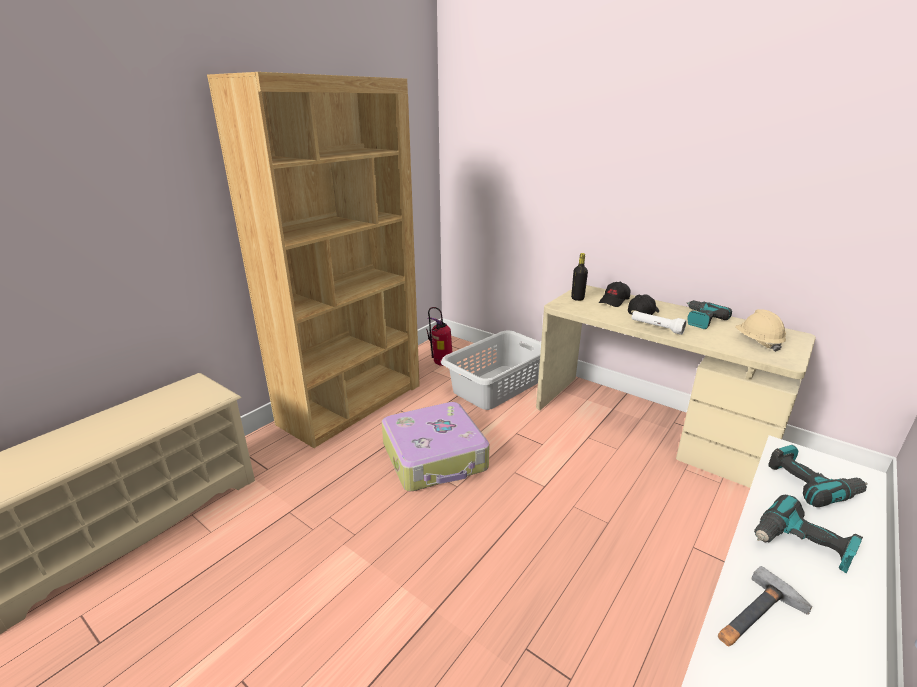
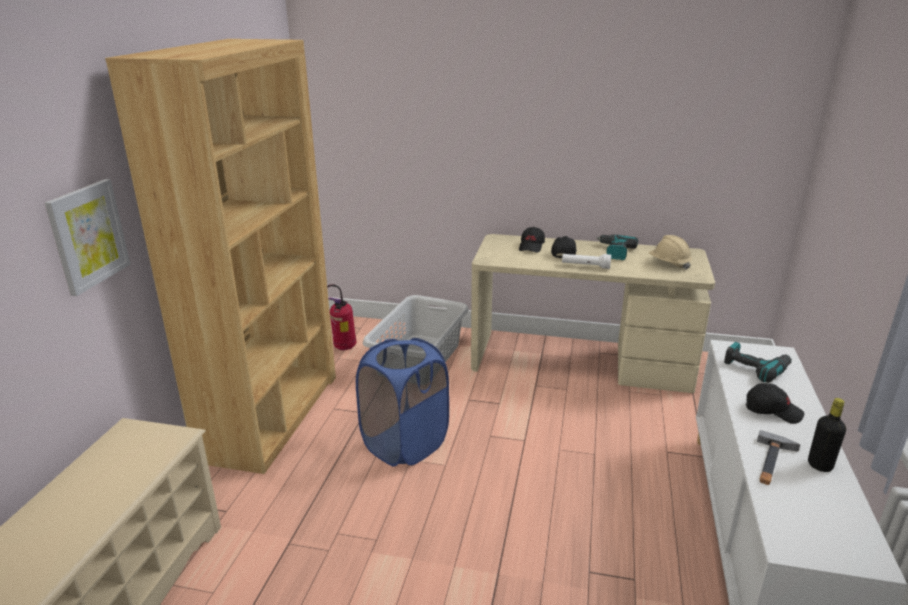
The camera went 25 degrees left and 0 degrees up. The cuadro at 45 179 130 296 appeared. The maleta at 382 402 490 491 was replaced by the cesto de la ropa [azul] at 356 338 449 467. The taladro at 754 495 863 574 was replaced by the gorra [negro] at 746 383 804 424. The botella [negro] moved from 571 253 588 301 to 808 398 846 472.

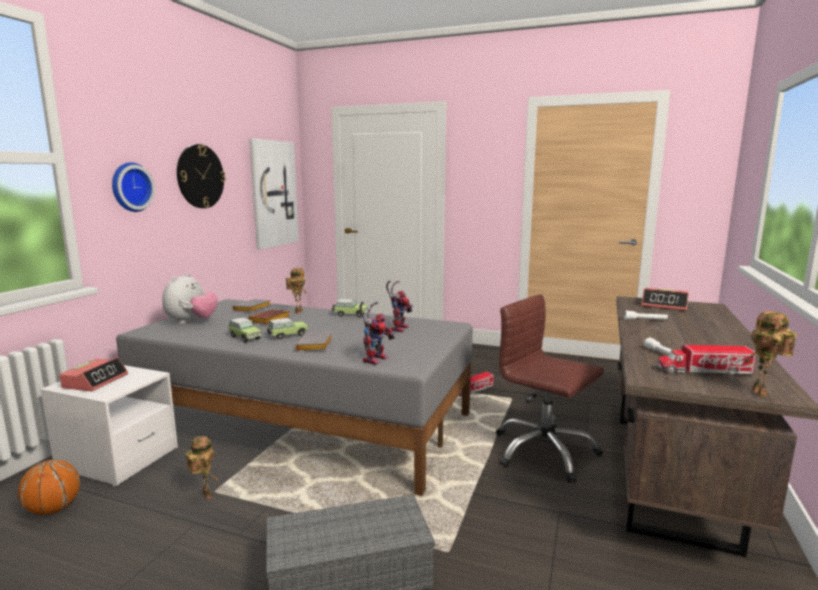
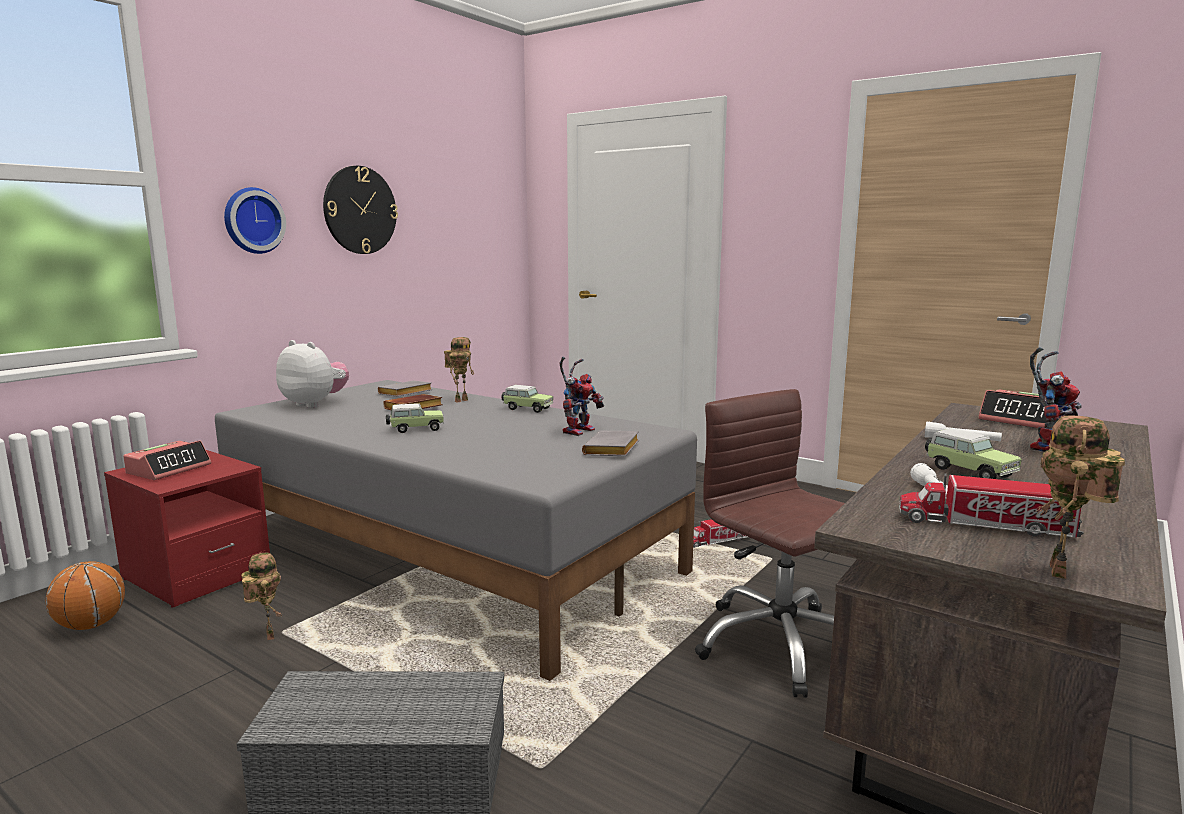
The camera went 15 degrees right and 0 degrees up. The mesita de noche [blanco] at 40 365 178 486 became the mesita de noche [rojo] at 104 450 270 608. The peluche at 162 273 218 324 turned 90 degrees counterclockwise. The libro [gris] moved from 295 331 333 351 to 582 430 639 456. The coche de juguete moved from 228 318 262 343 to 925 428 1022 479. The robot de juguete moved from 359 302 395 365 to 1030 347 1082 452. The cuadro at 249 138 299 250 disappeared.

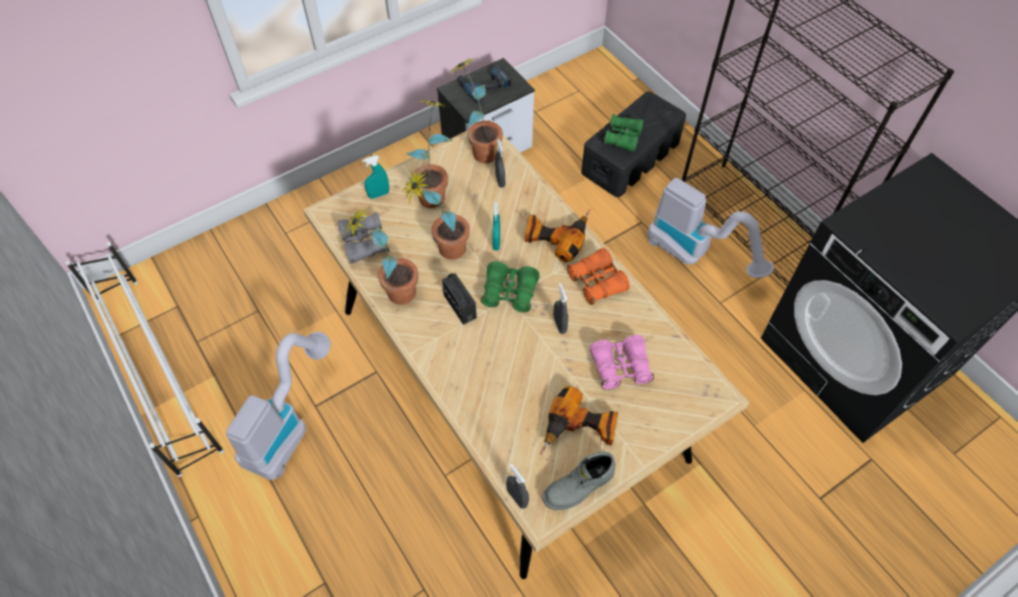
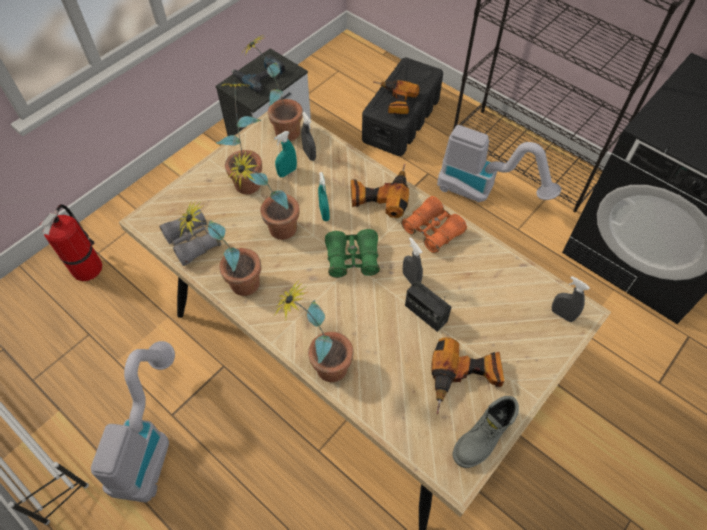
The camera went 15 degrees left and 0 degrees up. The extintor at 40 204 102 281 appeared. The pulverizador [turquesa] moved from 362 155 389 199 to 274 131 297 177. The planta en maceta at 274 280 354 382 appeared. The prismáticos [verde] at 604 114 644 152 was replaced by the taladro at 373 80 420 114. The radio moved from 442 273 477 325 to 405 280 451 332. The pulverizador [gris] moved from 506 464 529 509 to 552 276 590 322. The prismáticos [rosa] at 590 335 654 390 disappeared.

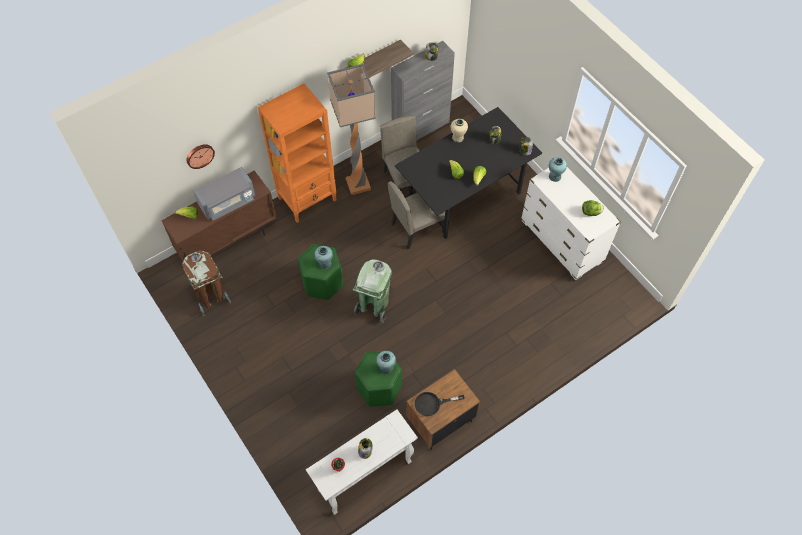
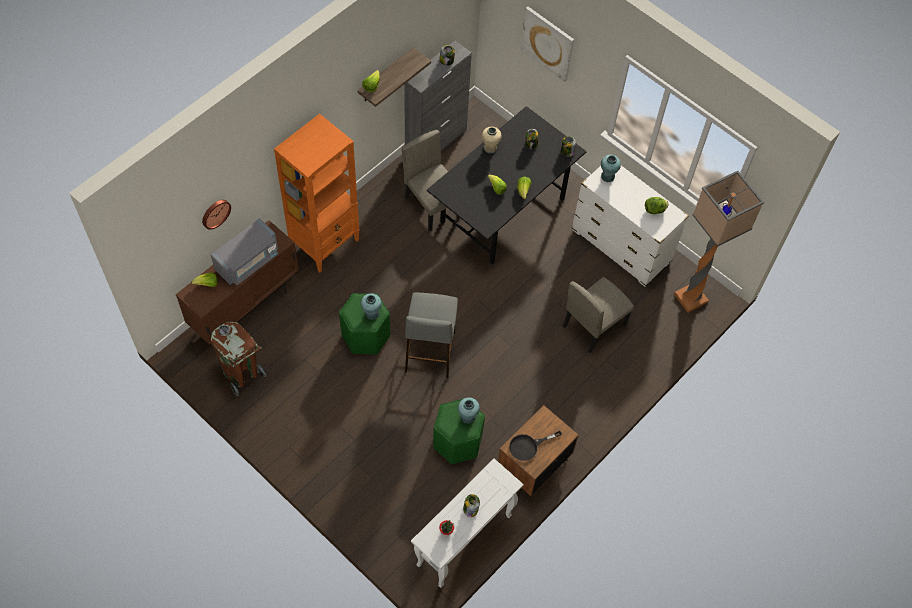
The camera went 15 degrees left and 0 degrees up. The papelera [verde] at 353 259 392 323 was replaced by the taburete [gris] at 405 292 458 378. The cuadro at 521 6 574 82 appeared. The silla [beis] moved from 388 181 445 249 to 563 277 634 353. The lámpara de pie moved from 327 64 376 195 to 674 171 764 313.

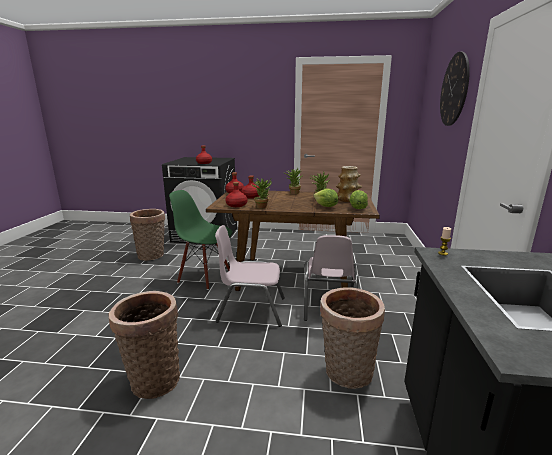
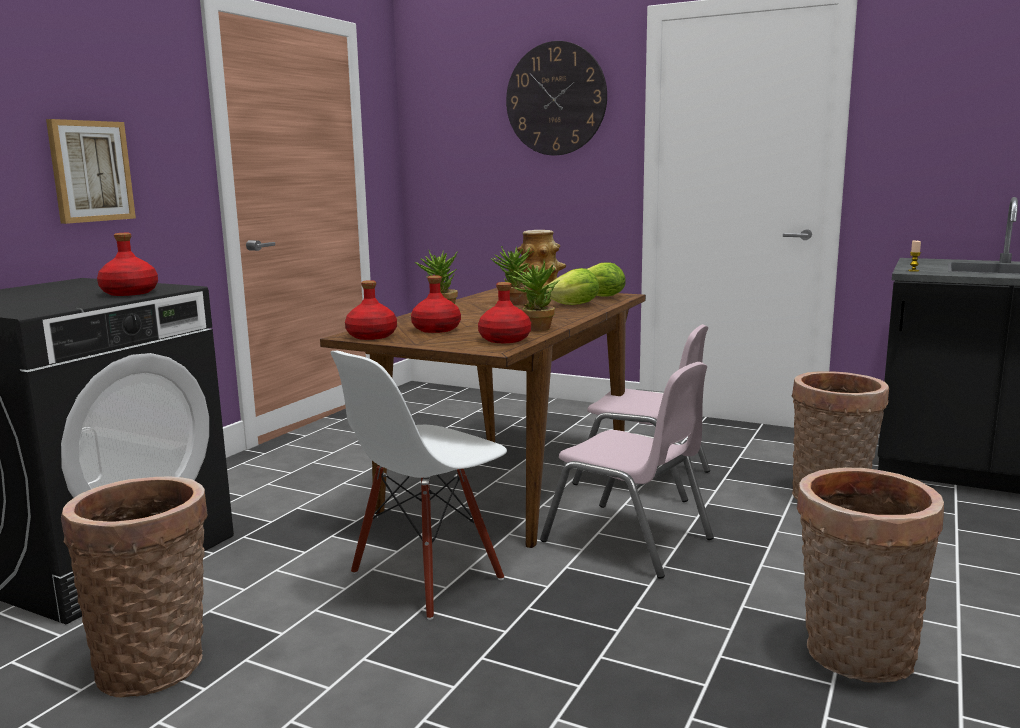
The camera went 70 degrees left and 5 degrees down. The cuadro at 46 119 136 224 appeared. The silla [verde] at 169 190 232 290 became the silla [blanco] at 331 351 507 620. The silla [rosa] at 215 225 285 327 turned 75 degrees counterclockwise.

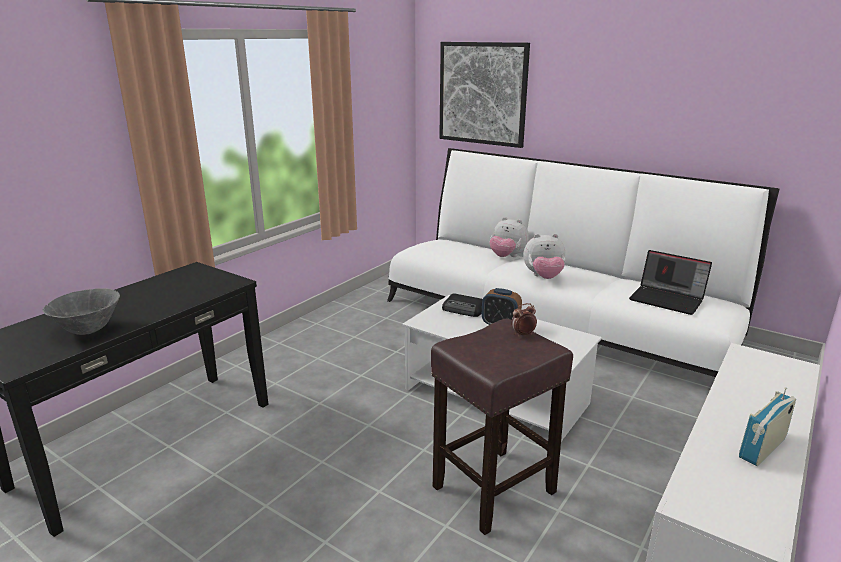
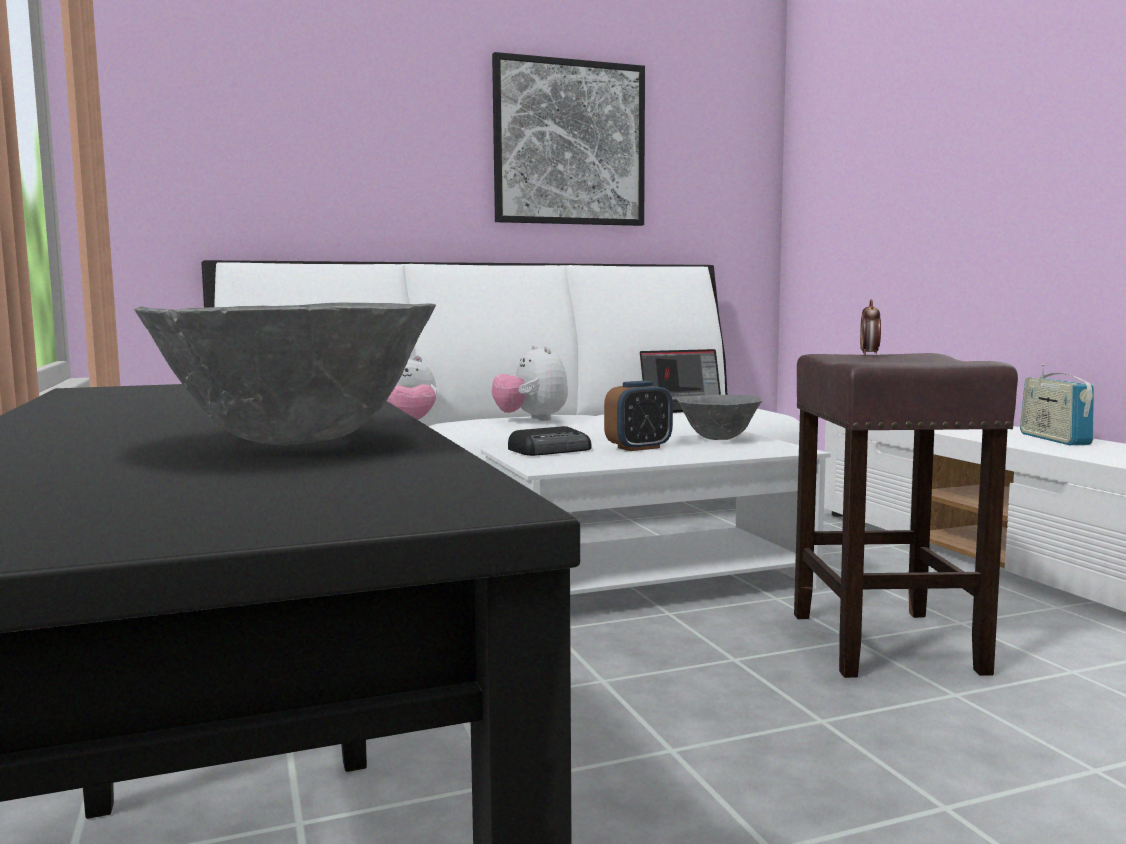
The camera went 55 degrees left and 15 degrees down. The cuadro moved from 439 42 530 148 to 492 52 645 226. The peluche at 524 234 566 279 turned 120 degrees clockwise. The cuenco [gris] at 677 395 763 440 appeared.

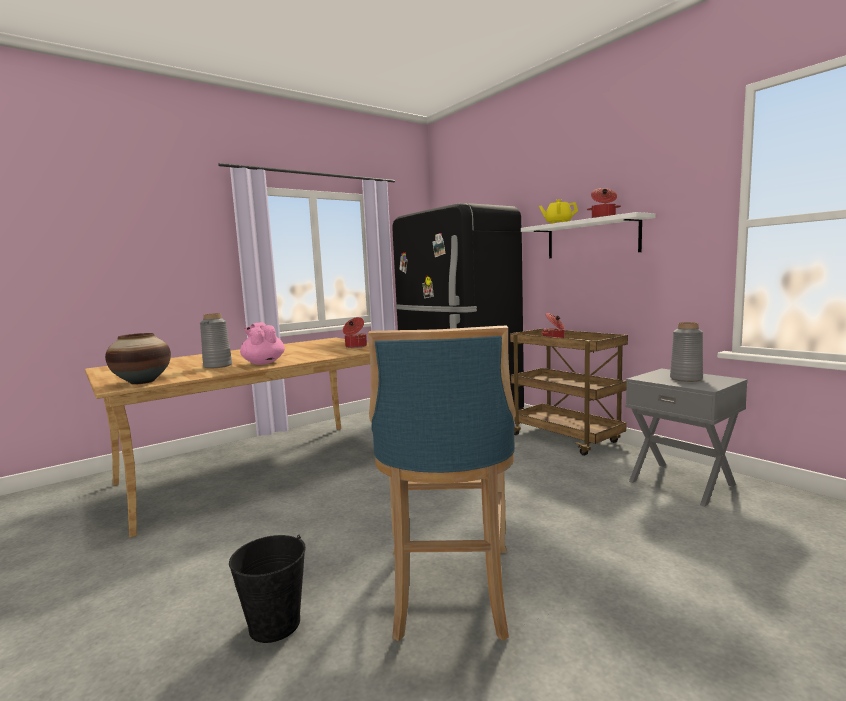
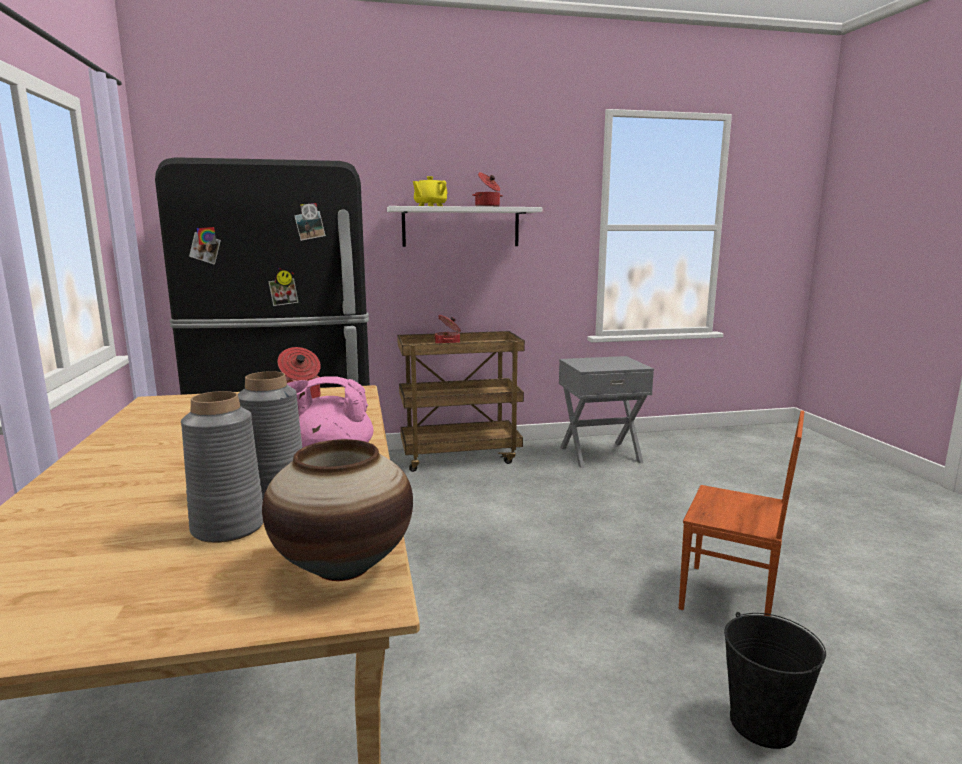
The camera went 65 degrees left and 5 degrees up. The florero [gris] moved from 670 322 703 382 to 181 391 263 543. The taburete [azul] at 368 326 516 641 was replaced by the silla [marrón] at 679 410 804 616.

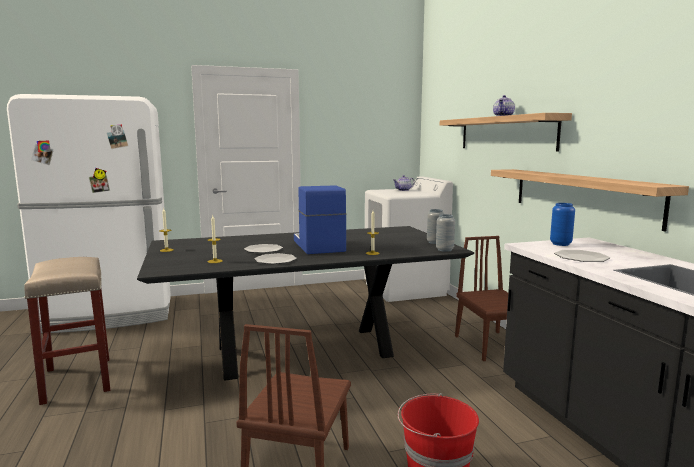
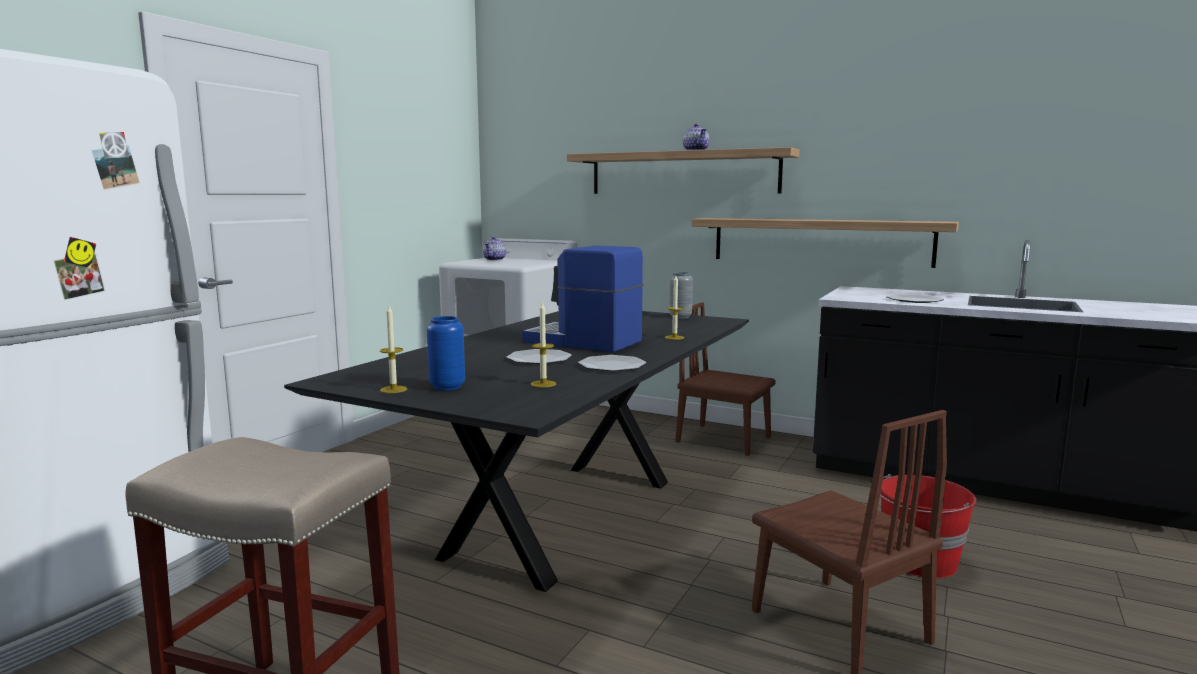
The camera went 45 degrees left and 0 degrees up. The florero [azul] moved from 550 203 575 246 to 427 316 465 391. The florero [gris] at 436 214 455 252 disappeared.

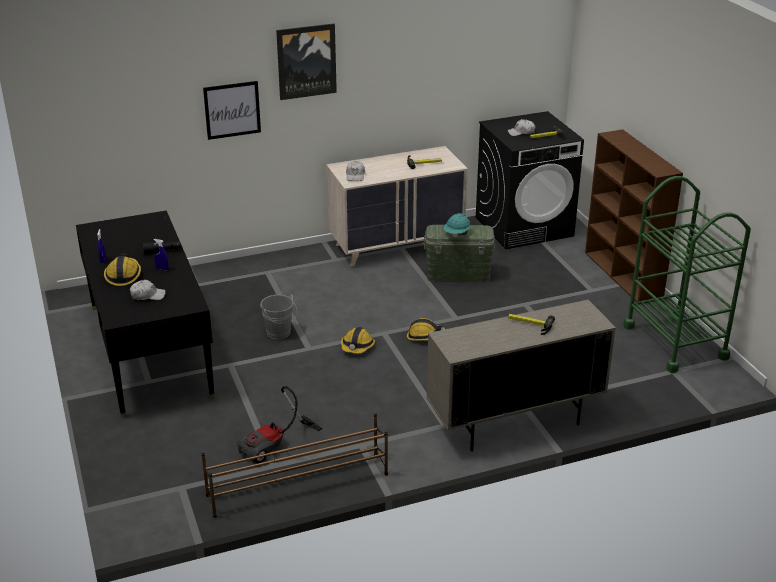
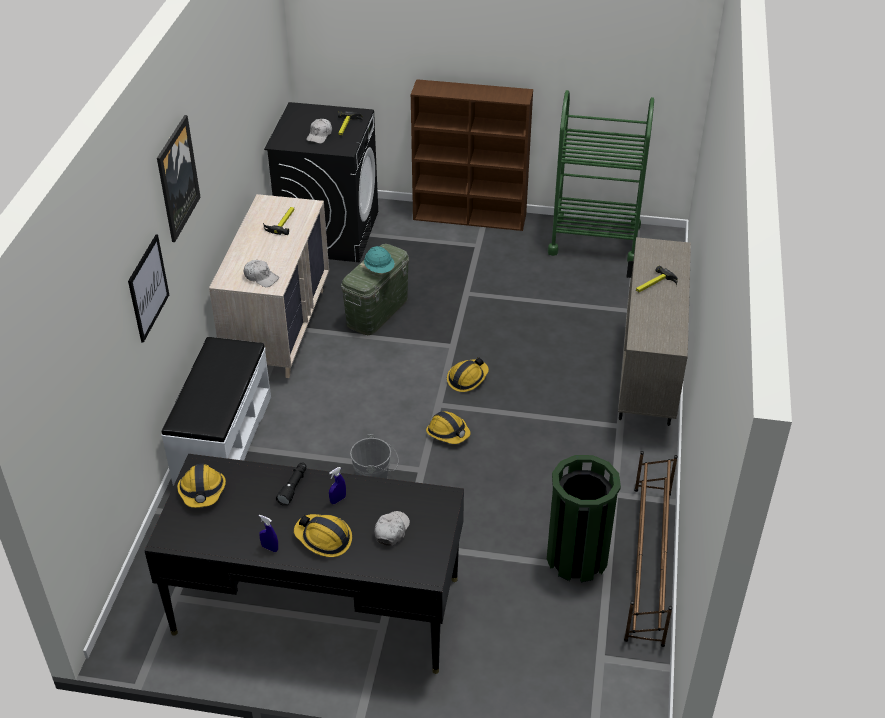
The camera went 60 degrees left and 10 degrees up. The banco [blanco] at 162 337 271 486 appeared. The casco at 177 464 226 508 appeared. The aspiradora at 237 386 322 463 was replaced by the papelera [verde] at 547 455 621 582.

